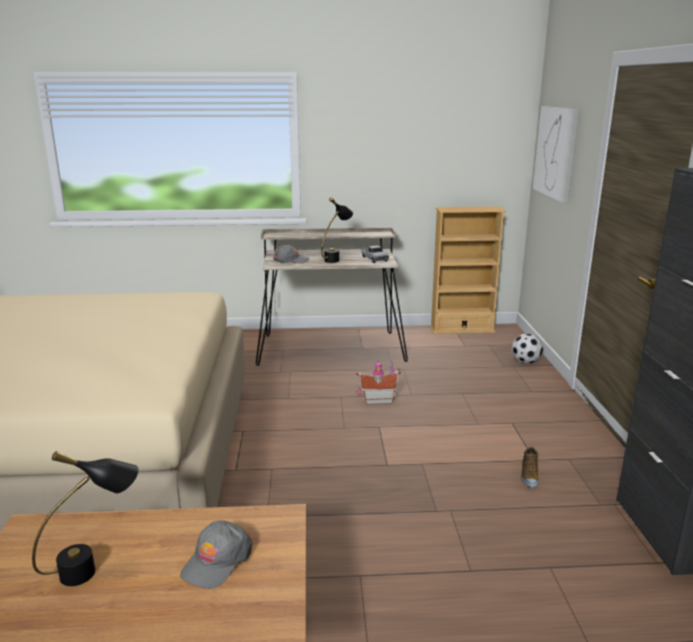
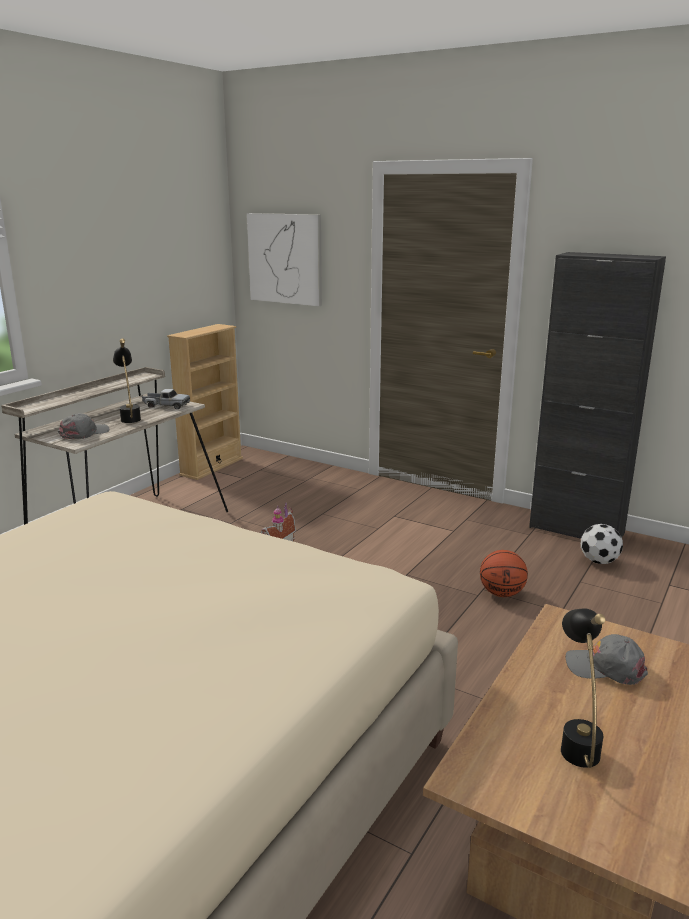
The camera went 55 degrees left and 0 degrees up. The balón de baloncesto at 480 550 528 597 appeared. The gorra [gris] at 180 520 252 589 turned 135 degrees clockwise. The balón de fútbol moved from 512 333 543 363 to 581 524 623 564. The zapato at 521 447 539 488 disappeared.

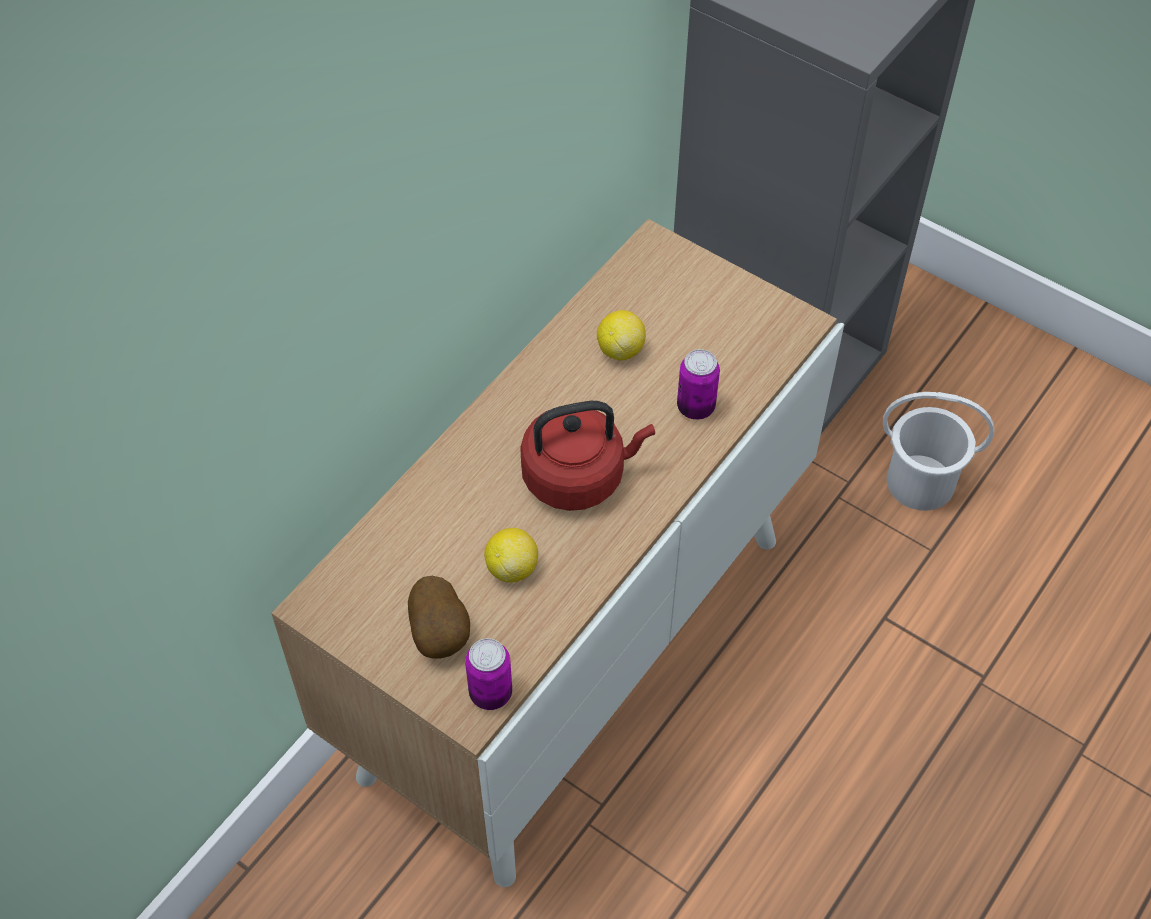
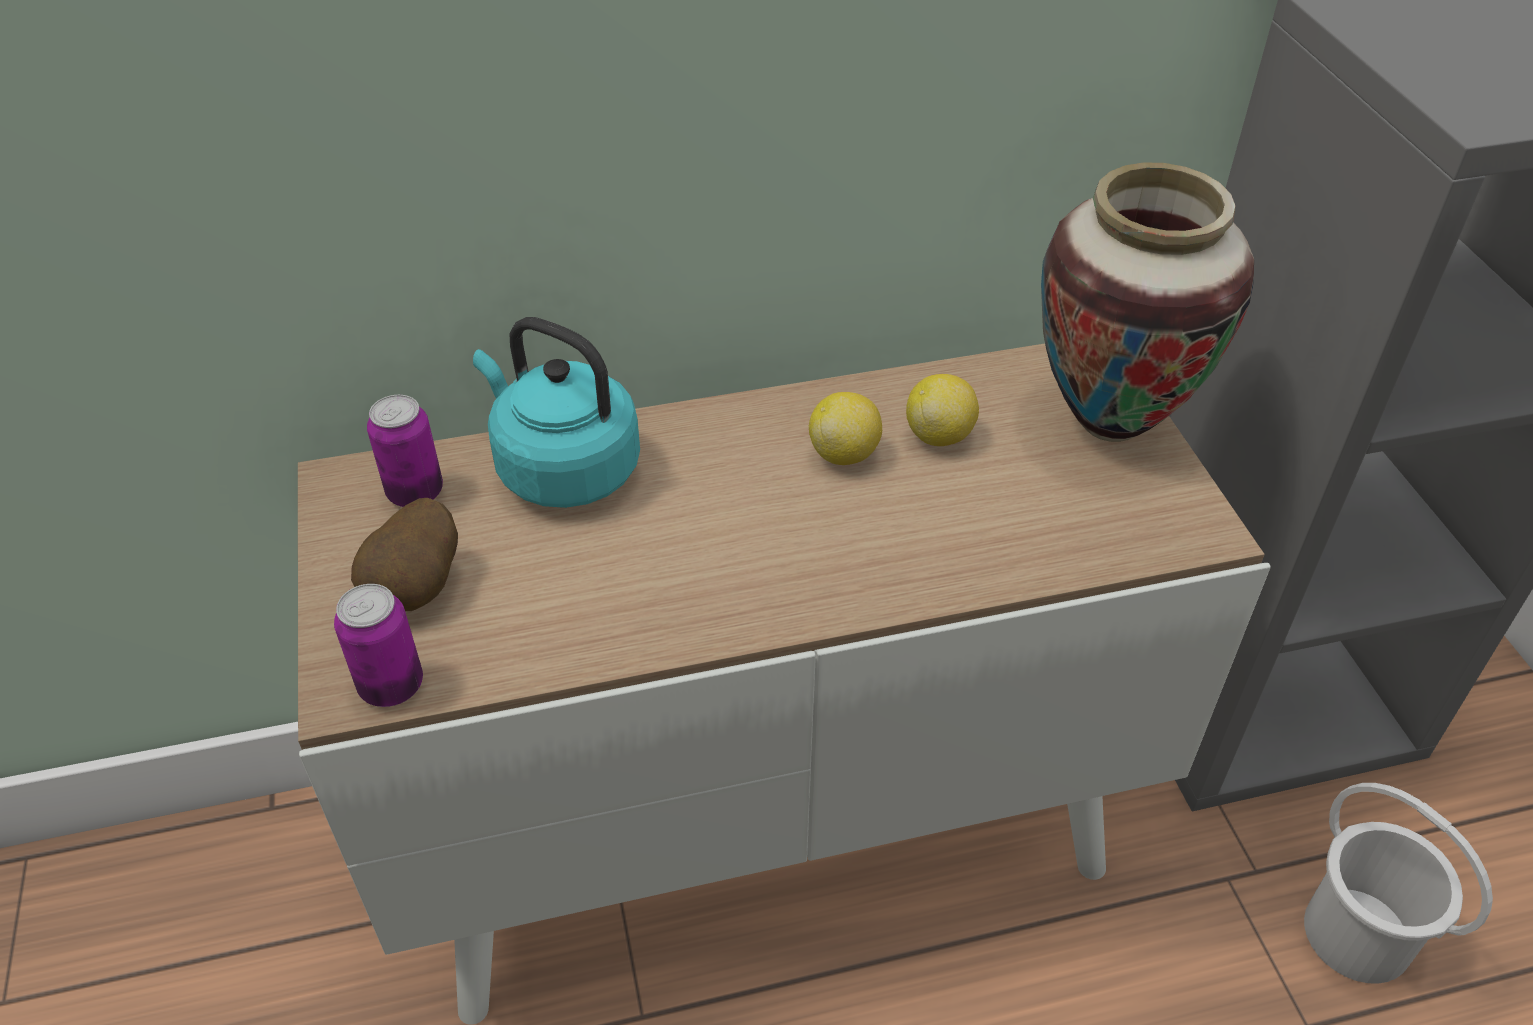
The camera went 40 degrees right and 10 degrees down. The lata moved from 677 349 720 420 to 367 395 443 507. The hervidor [turquesa] at 473 317 640 508 appeared. The limón moved from 484 528 538 583 to 809 392 882 465. The florero at 1041 162 1254 442 appeared. The hervidor [rojo] at 520 401 655 511 disappeared.

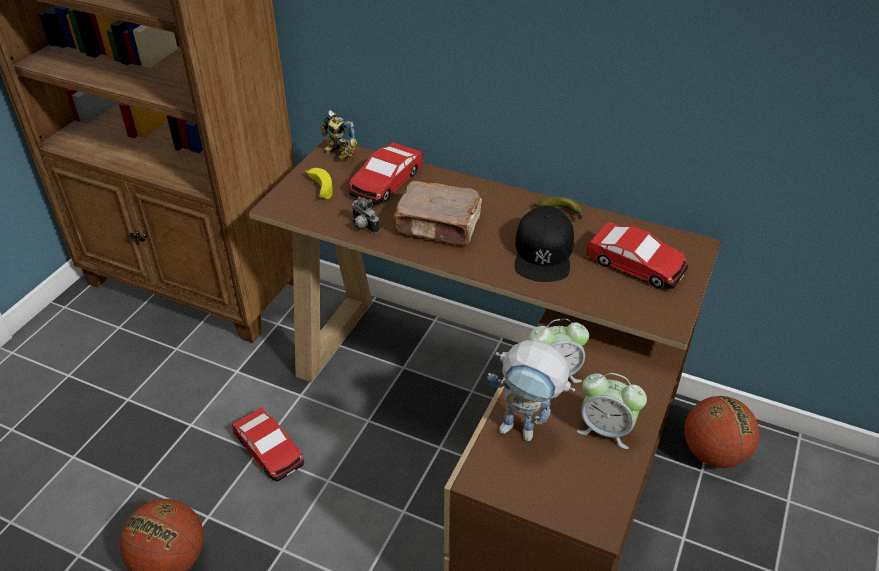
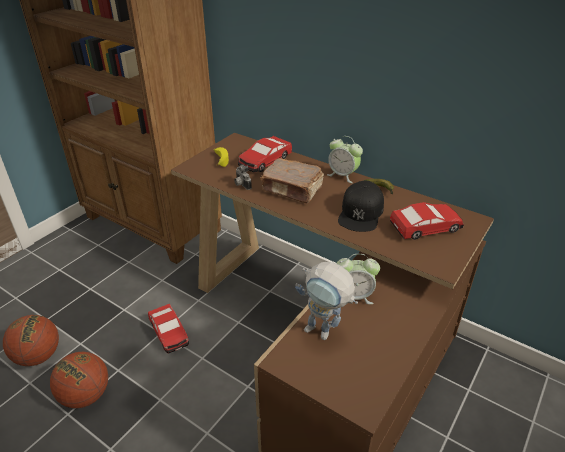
The camera went 10 degrees right and 5 degrees down. The balón de baloncesto moved from 684 396 759 468 to 3 315 59 366. The despertador moved from 577 373 647 449 to 327 136 363 183. The coche de juguete at 586 222 688 289 turned 60 degrees counterclockwise. The robot de juguete at 321 110 358 160 disappeared.

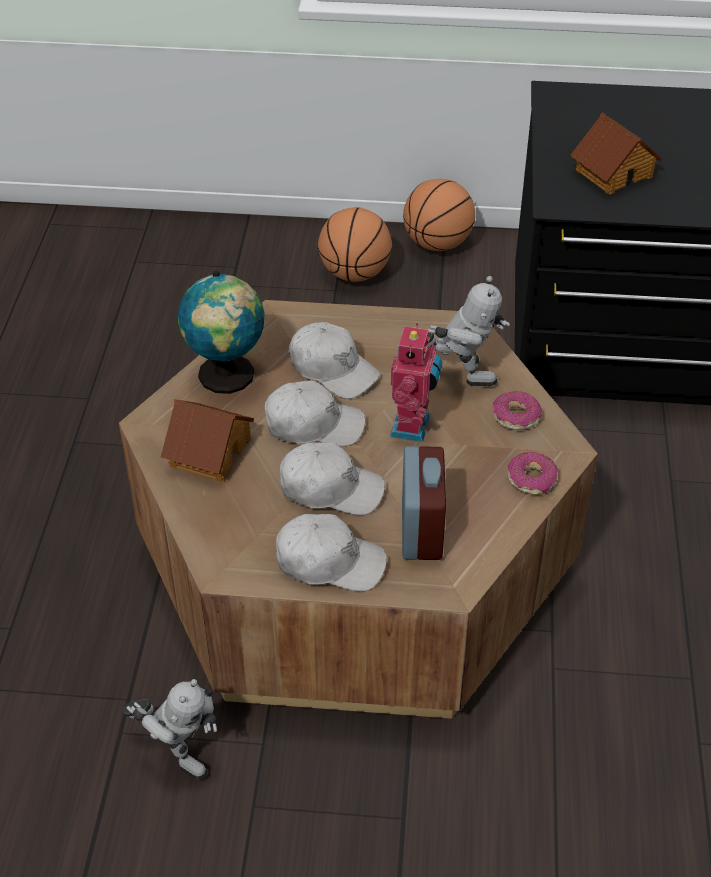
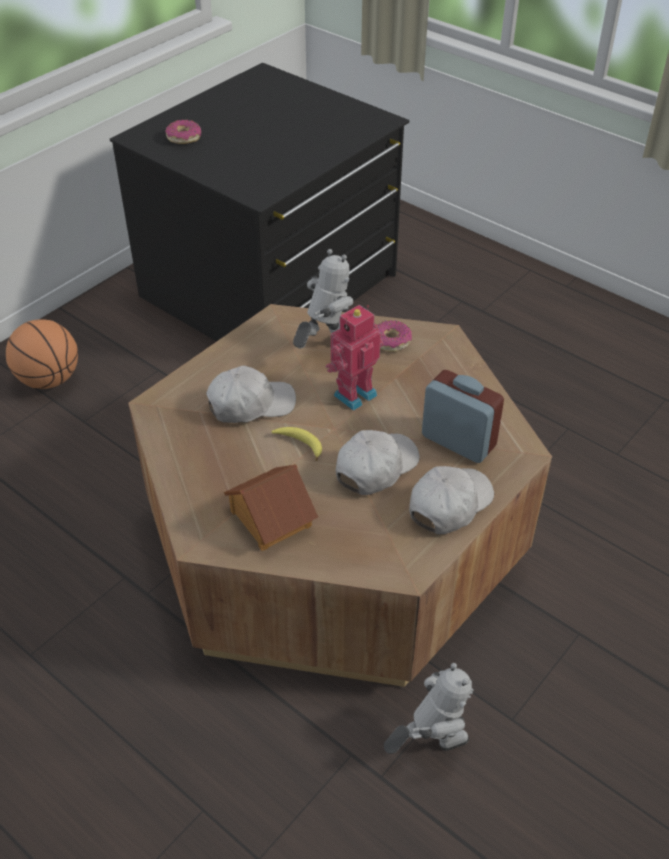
The camera went 55 degrees left and 0 degrees up. The rosquilla moved from 507 452 558 495 to 165 120 201 144. The gorra [blanco] at 264 380 365 446 was replaced by the plátano at 272 427 322 461. The robot de juguete at 390 323 442 442 turned 90 degrees counterclockwise. The globo terráqueo at 178 271 265 394 disappeared. The balón de baloncesto at 403 179 475 251 disappeared. The casita at 570 112 662 195 disappeared.

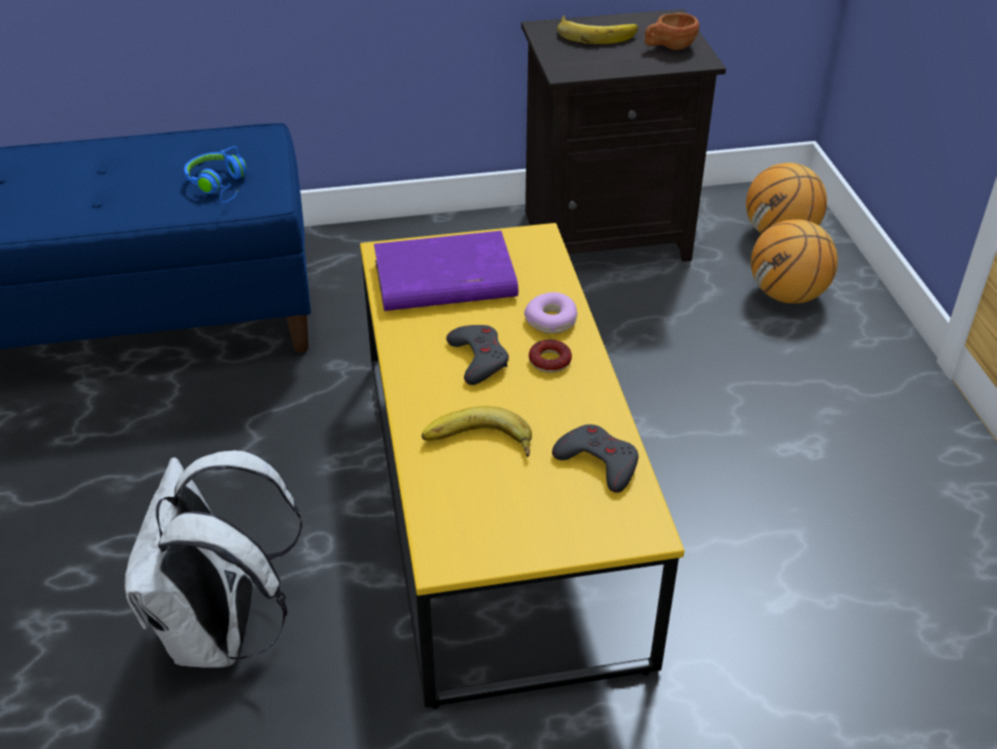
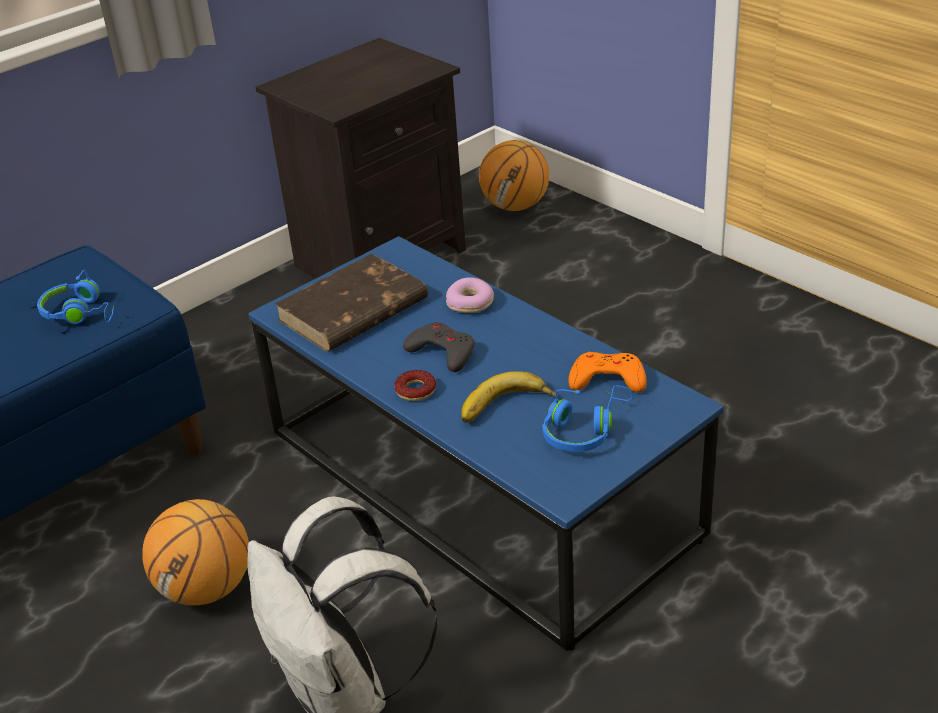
The camera went 30 degrees left and 5 degrees down. The balón de baloncesto moved from 751 219 838 304 to 142 499 249 605. The mesa de centro [amarillo] at 360 223 684 709 became the mesa de centro [azul] at 249 236 724 651. The libro [morado] at 374 231 518 311 became the libro [marrón] at 274 254 428 352. The rosquilla moved from 529 339 572 373 to 395 370 436 401. The auriculares [azul] at 542 386 633 452 appeared. The mando de consola [gris] at 552 424 639 493 became the mando de consola [naranja] at 568 352 647 392. The plátano at 557 15 638 44 disappeared. The taza [marrón] at 645 13 699 50 disappeared.

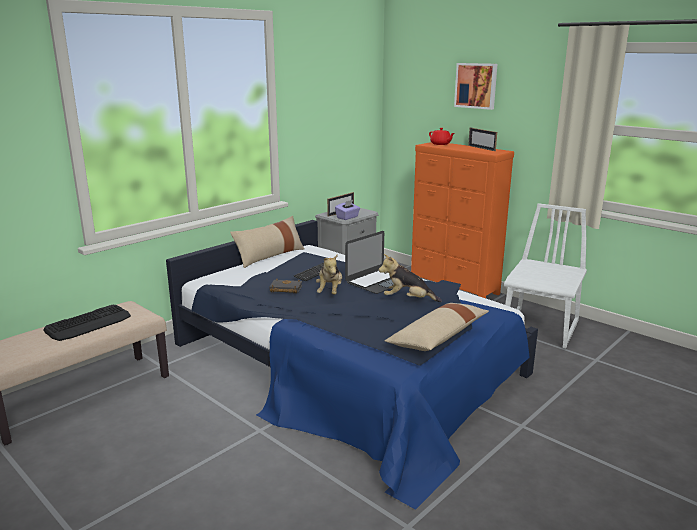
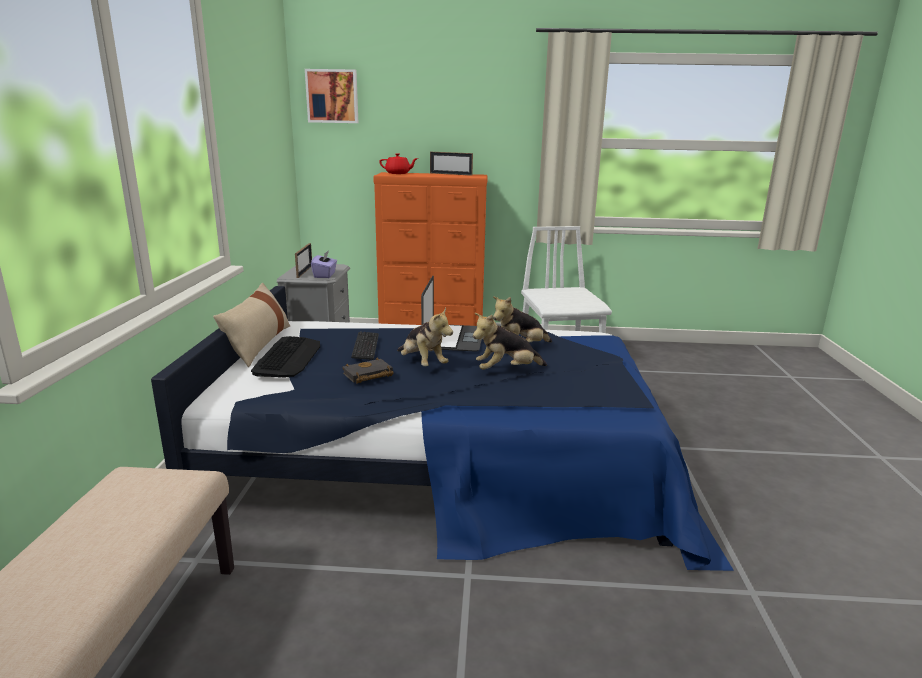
The camera went 40 degrees left and 0 degrees up. The teclado moved from 43 305 131 341 to 251 336 320 377. The cuadro moved from 454 63 498 110 to 305 69 358 123. The peluche at 473 313 547 370 appeared. The cojín [beis] at 385 303 489 351 disappeared.

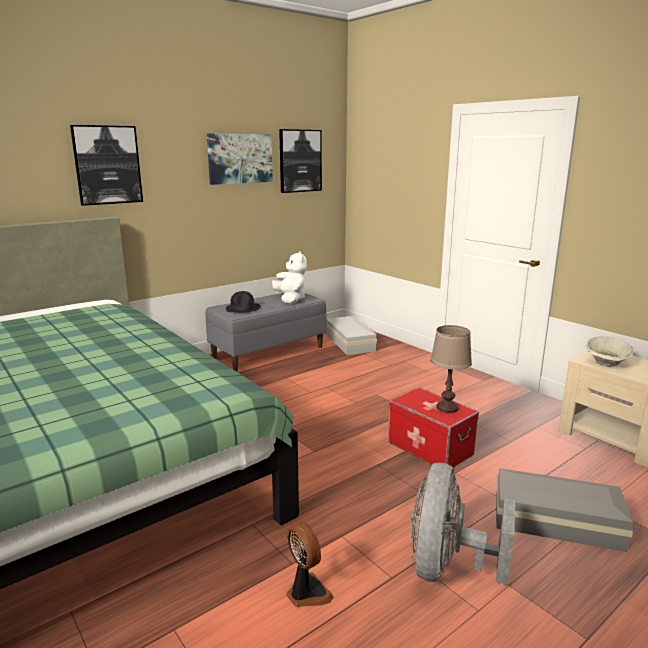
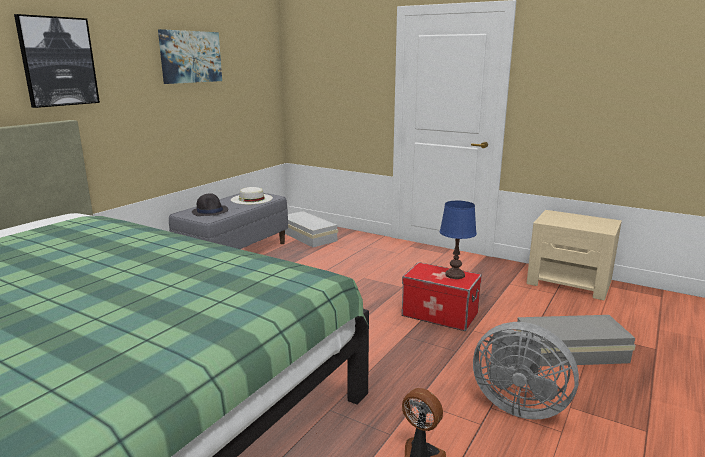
The camera went 20 degrees left and 0 degrees up. The peluche [blanco] at 272 251 307 304 was replaced by the sombrero [blanco] at 231 187 273 204. The lámpara de mesa [marrón] at 430 325 472 413 became the lámpara de mesa [azul] at 440 201 477 279. The ventilador [gris] at 411 463 515 585 turned 60 degrees counterclockwise. The cuadro at 279 129 322 193 disappeared. The cuenco [beis] at 586 336 634 367 disappeared.

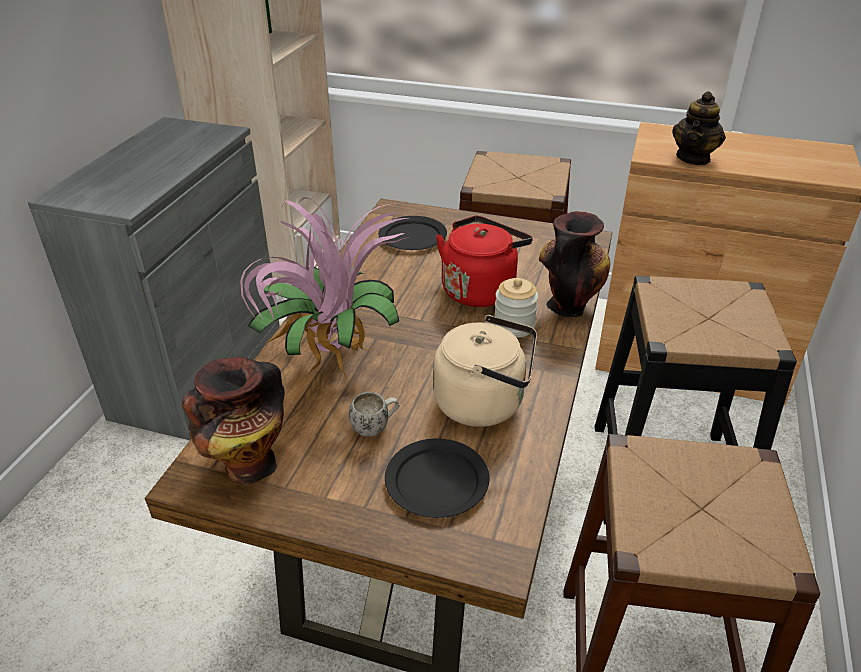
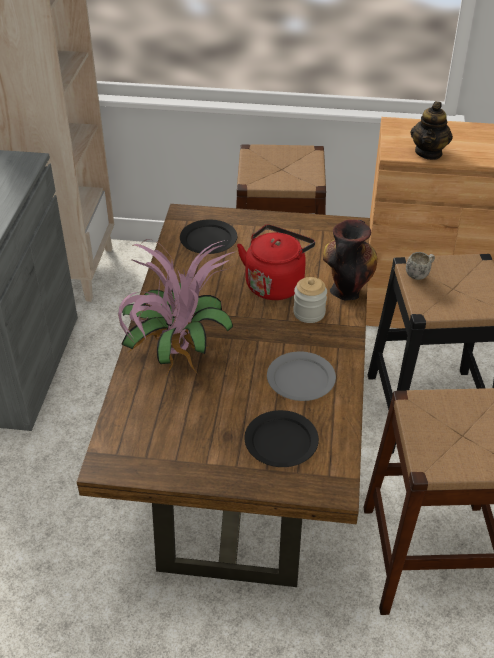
The camera went 10 degrees left and 5 degrees up. The hervidor [beis] at 433 315 537 427 was replaced by the plato [gris] at 267 351 336 401. The taza grande [blanco] moved from 349 392 400 437 to 406 252 435 280. The florero at 182 357 285 484 disappeared.

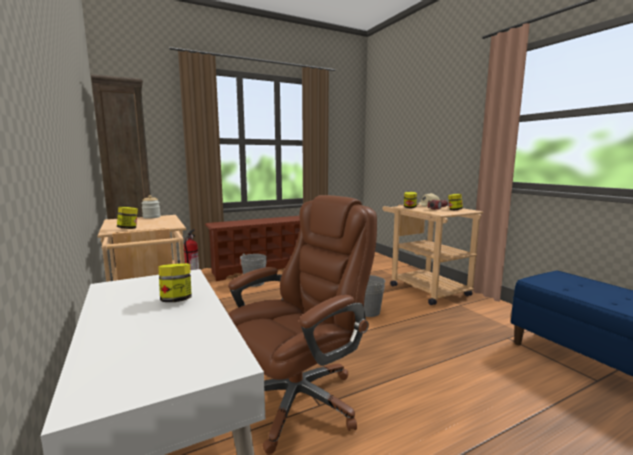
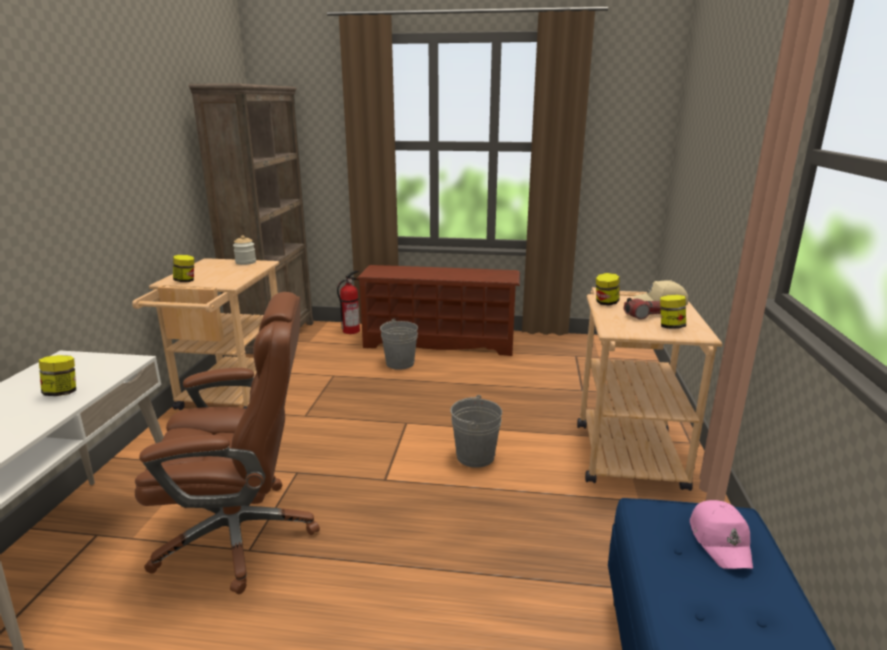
The camera went 35 degrees right and 10 degrees up. The gorra [rosa] at 690 500 753 569 appeared.

